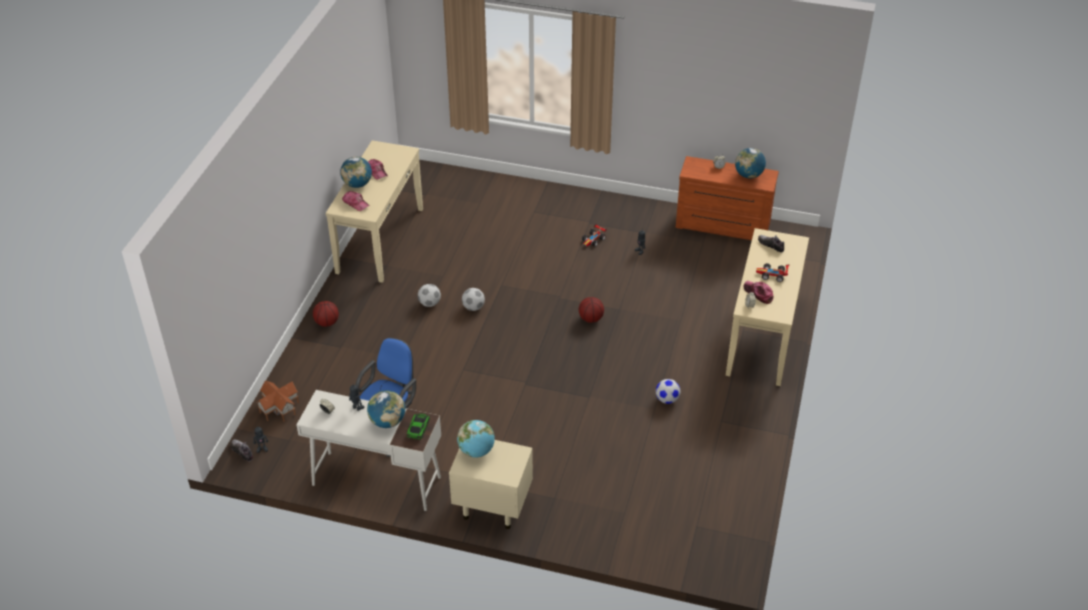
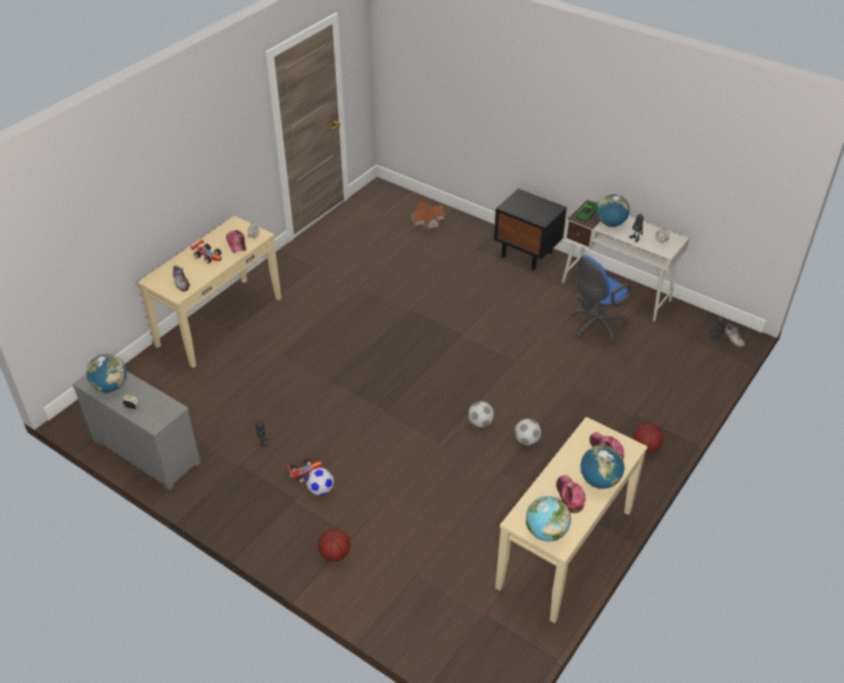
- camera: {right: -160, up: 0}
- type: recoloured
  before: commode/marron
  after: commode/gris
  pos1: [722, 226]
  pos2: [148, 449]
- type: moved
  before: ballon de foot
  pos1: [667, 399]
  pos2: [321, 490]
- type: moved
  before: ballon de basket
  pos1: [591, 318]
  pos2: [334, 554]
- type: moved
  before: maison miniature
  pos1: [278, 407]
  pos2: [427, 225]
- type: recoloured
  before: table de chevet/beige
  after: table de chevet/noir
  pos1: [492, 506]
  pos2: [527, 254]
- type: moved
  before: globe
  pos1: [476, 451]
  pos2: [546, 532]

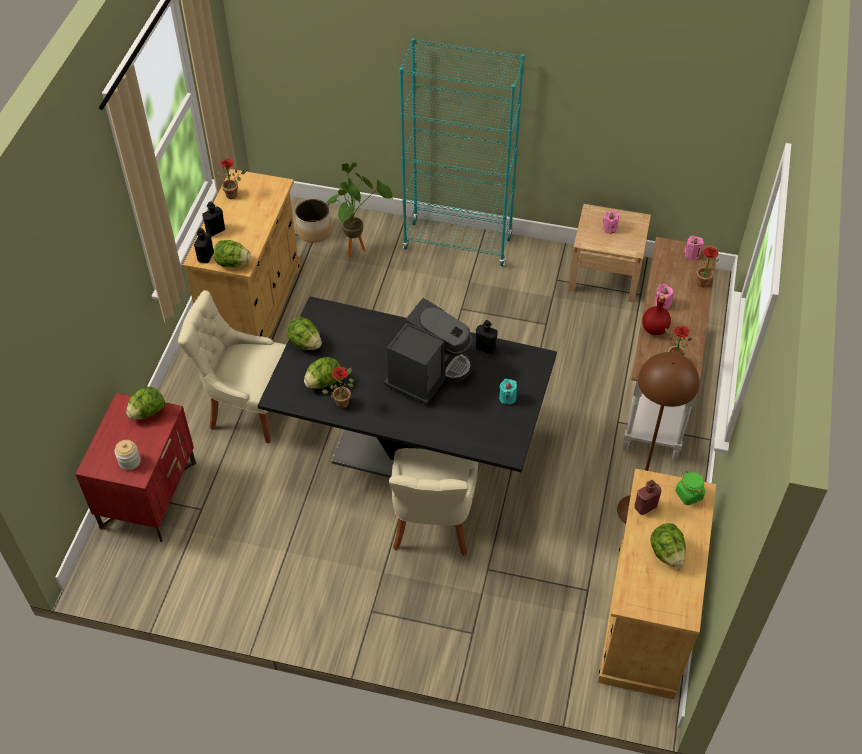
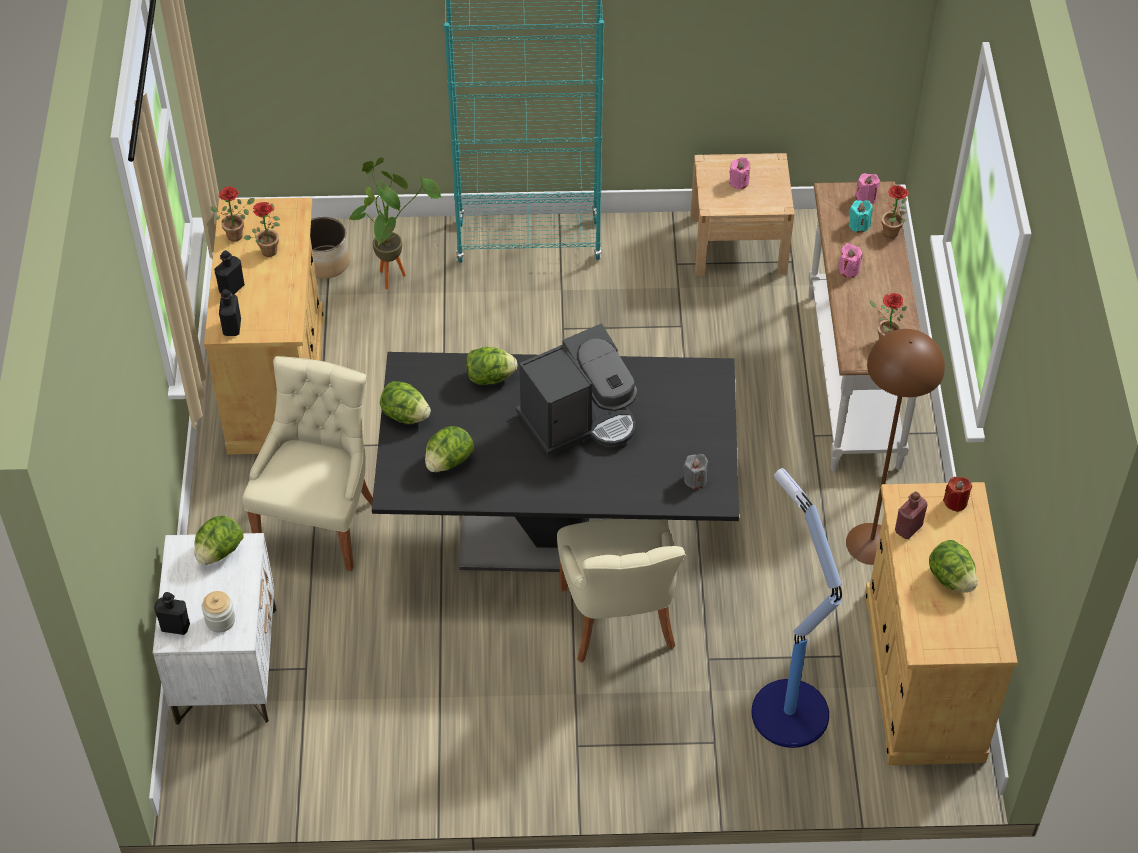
- camera: {right: -15, up: 0}
- type: recoloured
  before: table de chevet/rouge
  after: table de chevet/blanc
  pos1: [148, 494]
  pos2: [226, 665]
- type: moved
  before: bouteille/noir
  pos1: [485, 348]
  pos2: [175, 627]
- type: turned
  before: chaise/beige
  pos1: [247, 408]
  pos2: [320, 521]
  turn: 105
- type: moved
  before: plante en pot
  pos1: [342, 401]
  pos2: [269, 248]
- type: moved
  before: laitue
  pos1: [232, 263]
  pos2: [490, 377]
- type: turned
  before: machine à café
  pos1: [428, 372]
  pos2: [579, 419]
  turn: 45
- type: added
  after: bougie/gris
  pos2: [695, 479]
- type: added
  after: lampadaire
  pos2: [787, 710]
- type: moved
  before: bougie/turquoise
  pos1: [507, 398]
  pos2: [859, 225]
- type: replaced
  before: bocal/vert
  after: bougie/rouge
  pos1: [688, 494]
  pos2: [955, 502]
- type: removed
  before: bouteille/rouge
  pos1: [654, 329]

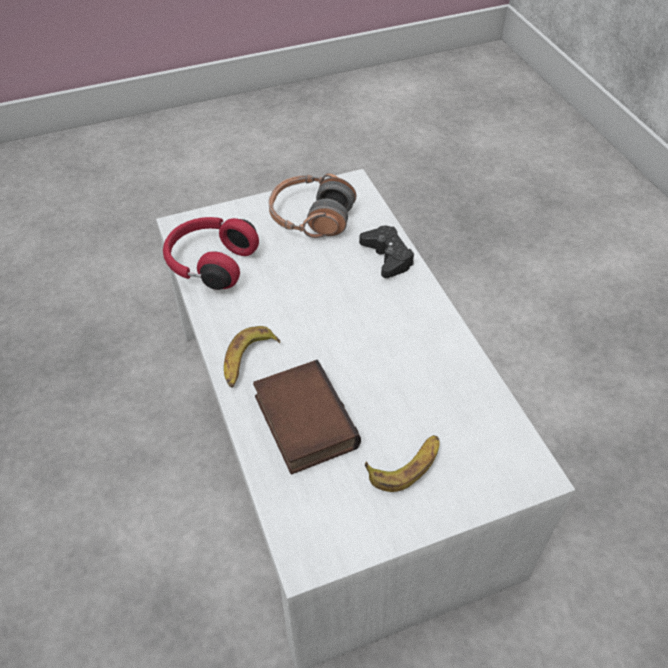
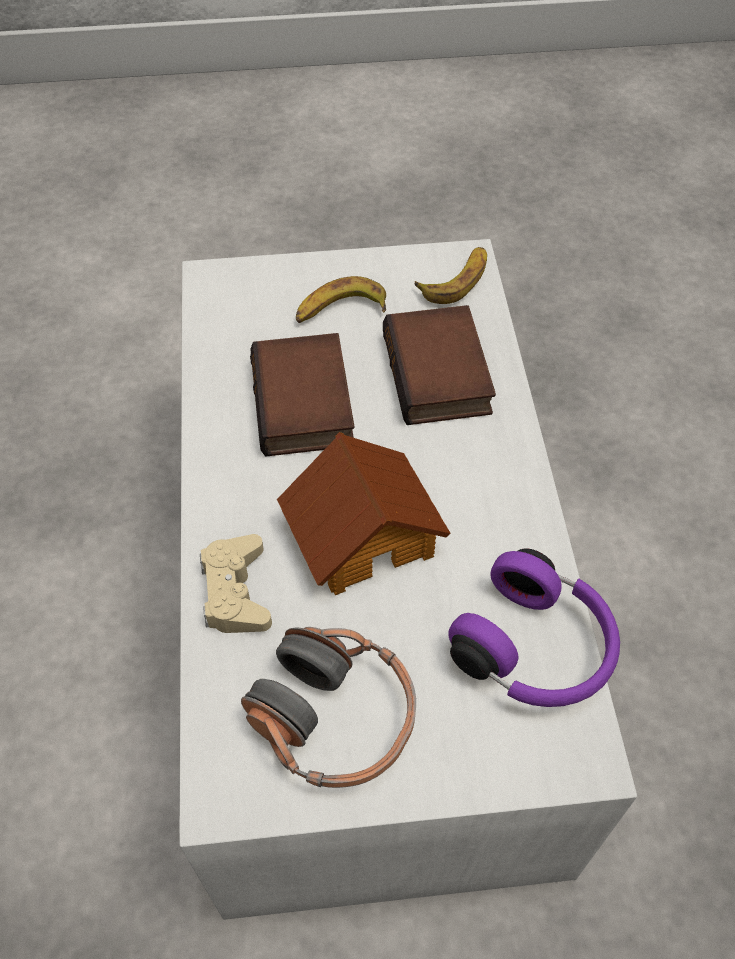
- camera: {right: -165, up: 5}
- type: recoloured
  before: manette/noir
  after: manette/beige
  pos1: [387, 257]
  pos2: [235, 591]
- type: added
  after: livre
  pos2: [307, 404]
- type: added
  after: maison miniature
  pos2: [363, 533]
- type: moved
  before: banane
  pos1: [248, 360]
  pos2: [456, 280]
- type: recoloured
  before: casque audio/rouge
  after: casque audio/violet
  pos1: [210, 263]
  pos2: [535, 649]

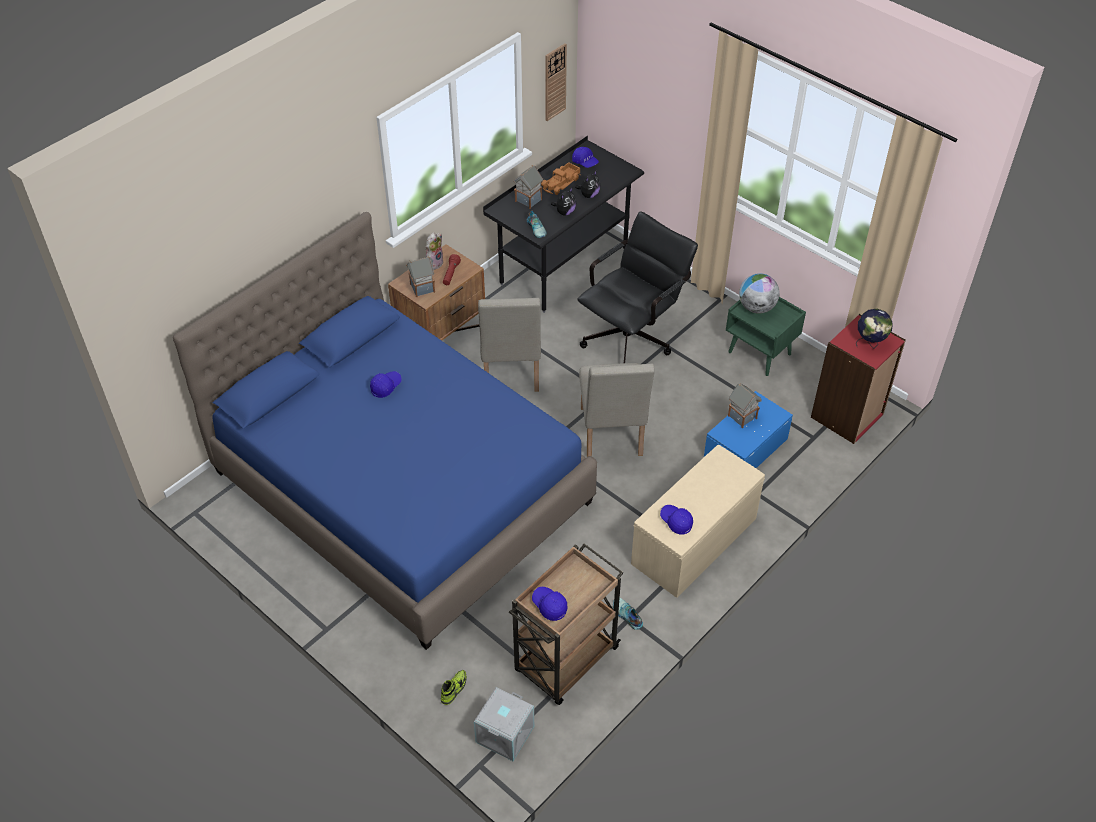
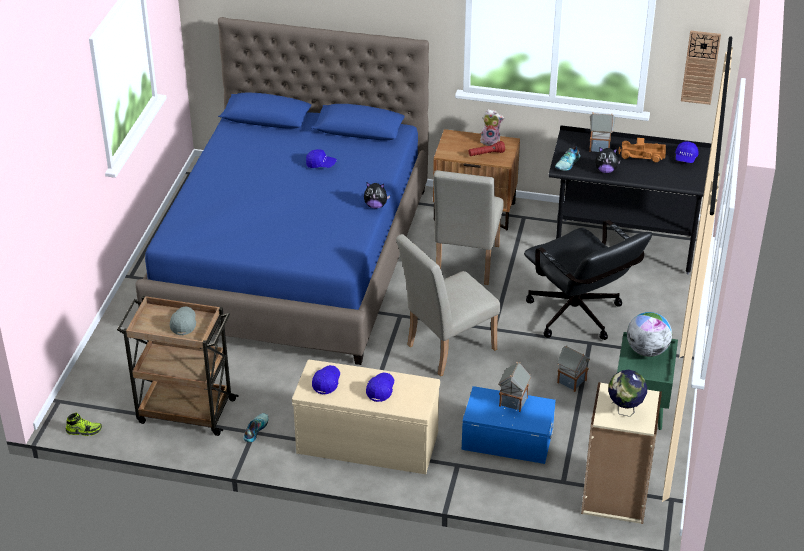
- camera: {right: 60, up: -10}
- type: moved
  before: chaussure
  pos1: [453, 689]
  pos2: [84, 430]
- type: added
  after: casquette/gris
  pos2: [183, 324]
- type: moved
  before: peluche
  pos1: [589, 195]
  pos2: [376, 206]
- type: moved
  before: casquette/bleu
  pos1: [549, 606]
  pos2: [380, 390]
- type: turned
  before: chaise/beige
  pos1: [510, 373]
  pos2: [465, 265]
  turn: -45
- type: turned
  before: chaise de bureau/noir
  pos1: [632, 336]
  pos2: [579, 318]
  turn: 45
- type: moved
  before: maison miniature
  pos1: [421, 288]
  pos2: [571, 381]
- type: recoloured
  before: bibliothèque/rouge
  after: bibliothèque/beige
  pos1: [847, 416]
  pos2: [614, 497]
- type: removed
  before: boîte de rangement/gris
  pos1: [504, 733]

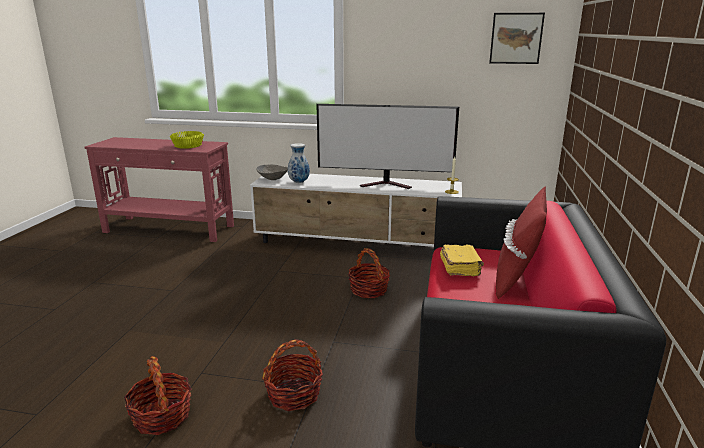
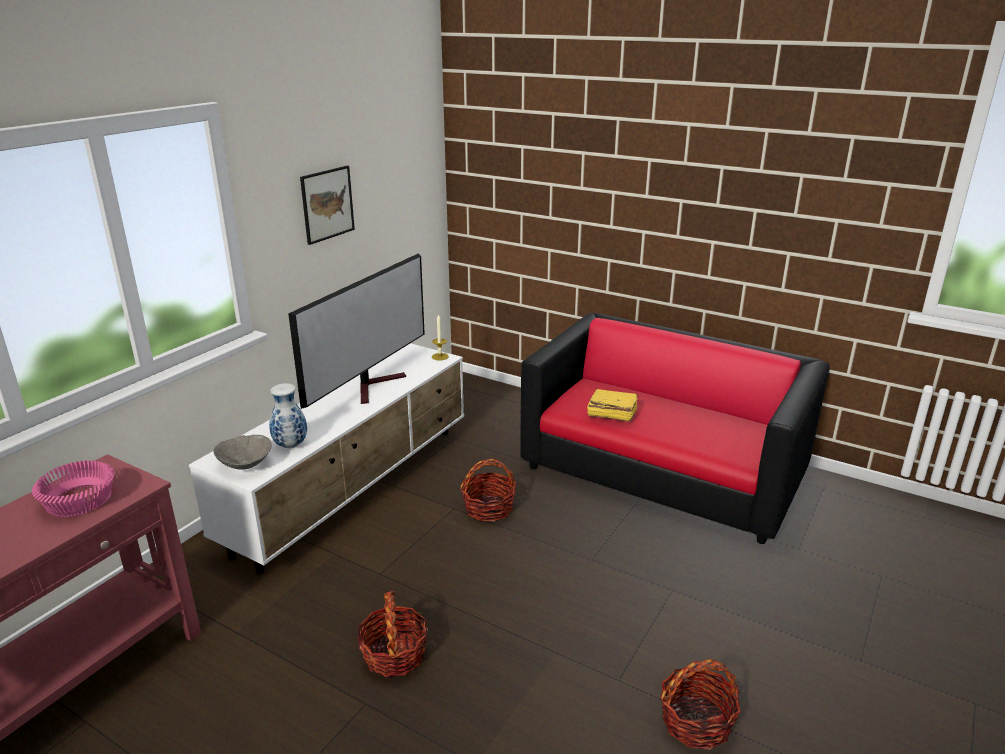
- camera: {right: -70, up: 5}
- type: recoloured
  before: bol/jaune
  after: bol/rose
  pos1: [188, 146]
  pos2: [81, 500]
- type: moved
  before: tableau
  pos1: [516, 38]
  pos2: [327, 204]
- type: moved
  before: panier
  pos1: [294, 394]
  pos2: [394, 654]
- type: removed
  before: coussin/rouge
  pos1: [516, 280]

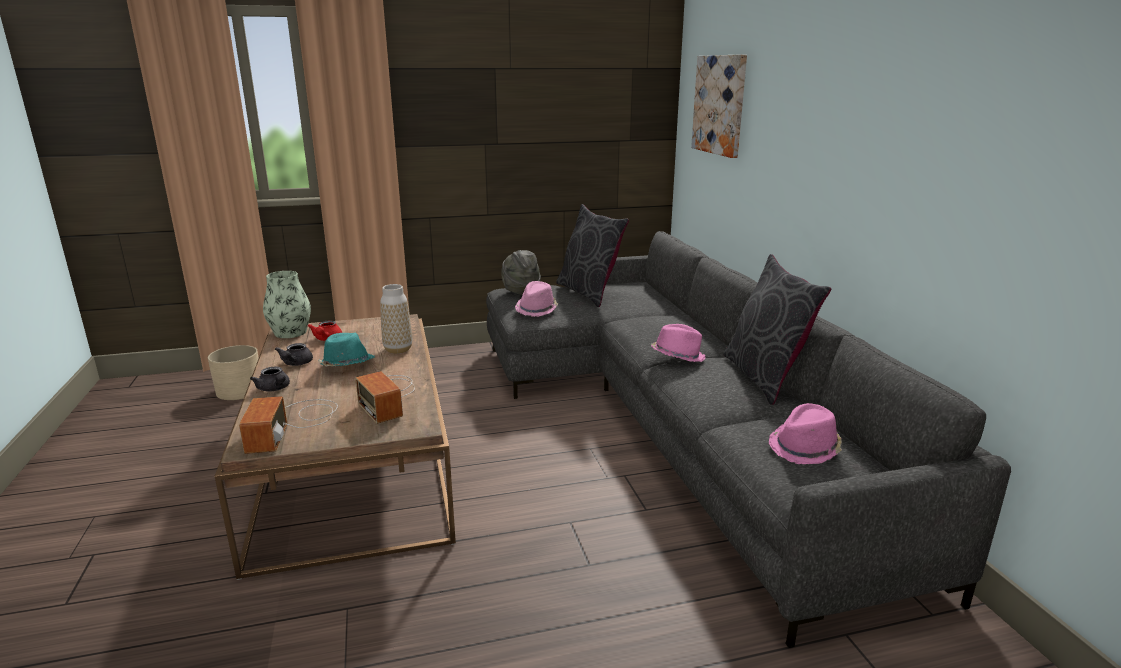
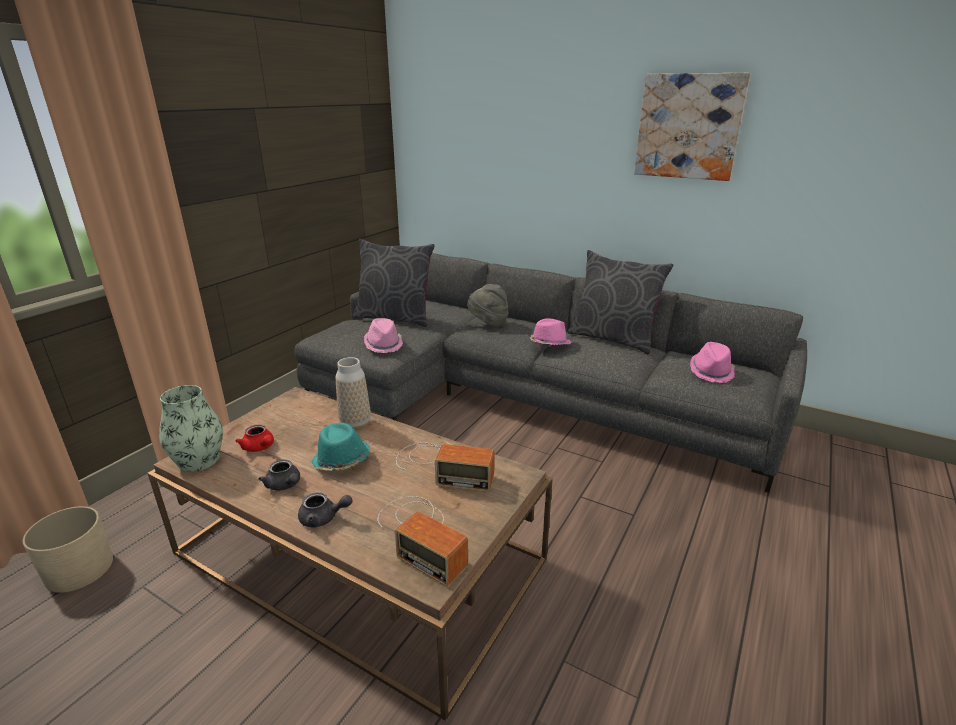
- camera: {right: -45, up: 5}
- type: moved
  before: chapeau/gris
  pos1: [520, 291]
  pos2: [488, 323]
- type: moved
  before: tableau
  pos1: [720, 105]
  pos2: [689, 127]

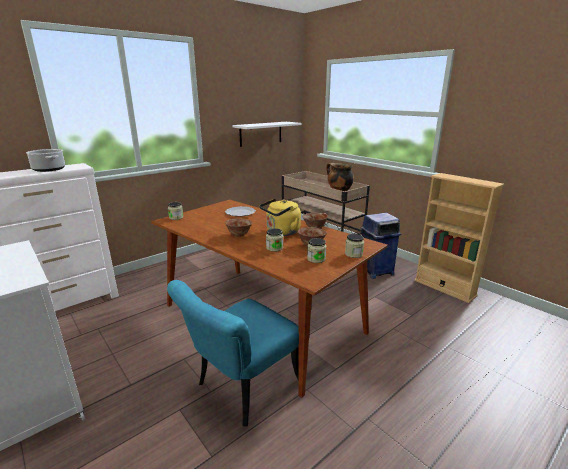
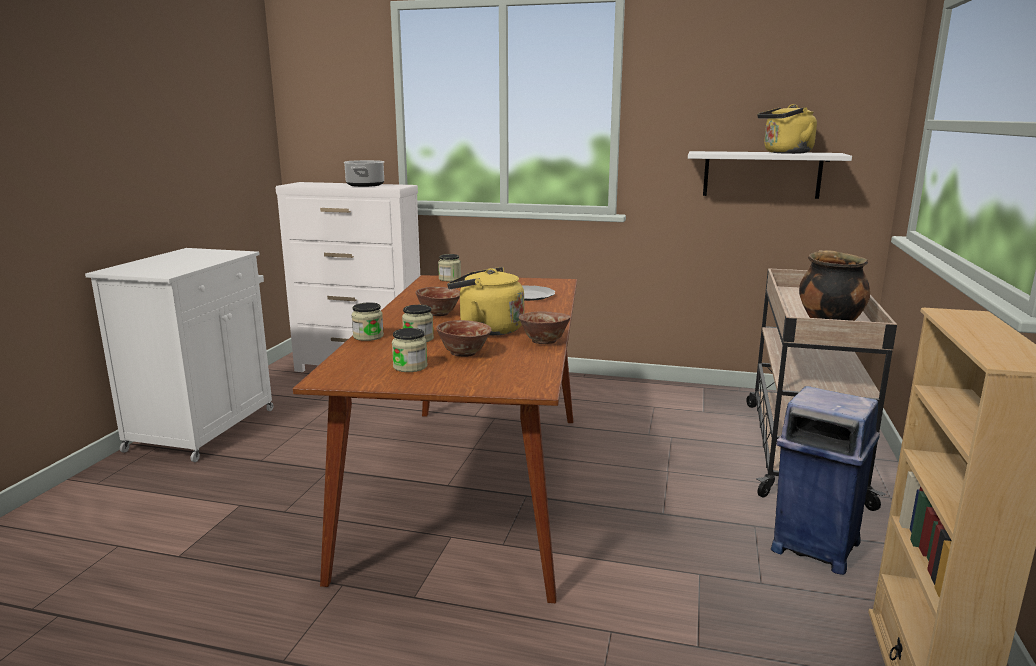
- camera: {right: 55, up: -5}
- type: moved
  before: bocal
  pos1: [353, 254]
  pos2: [368, 336]
- type: added
  after: bouilloire/jaune
  pos2: [785, 153]
- type: removed
  before: chaise/turquoise
  pos1: [241, 389]

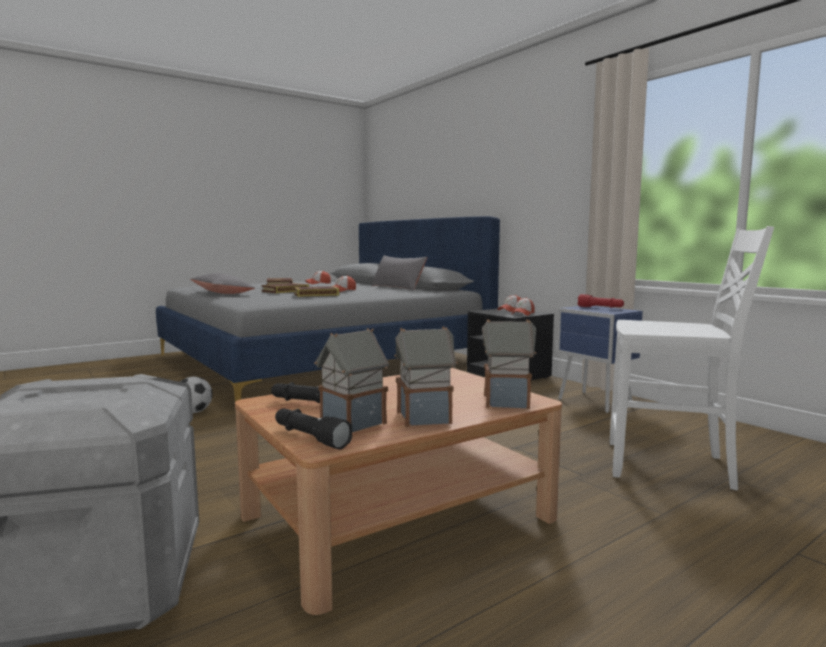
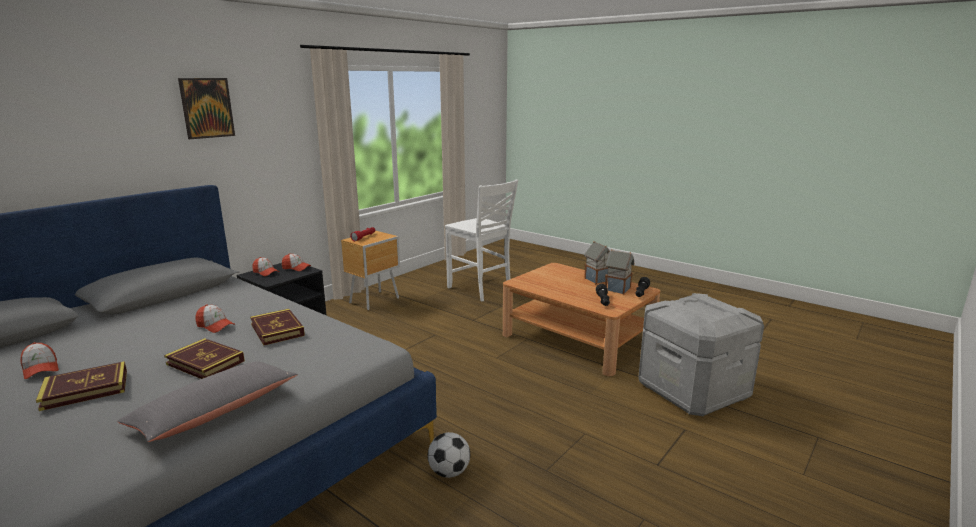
- camera: {right: -105, up: 10}
- type: added
  after: tableau
  pos2: [206, 108]
- type: recoloured
  before: table de chevet/bleu
  after: table de chevet/marron
  pos1: [595, 403]
  pos2: [375, 300]
- type: turned
  before: chaise/blanc
  pos1: [670, 466]
  pos2: [480, 290]
  turn: 135
- type: removed
  before: coussin/gris
  pos1: [397, 288]
- type: removed
  before: maison miniature
  pos1: [507, 402]

